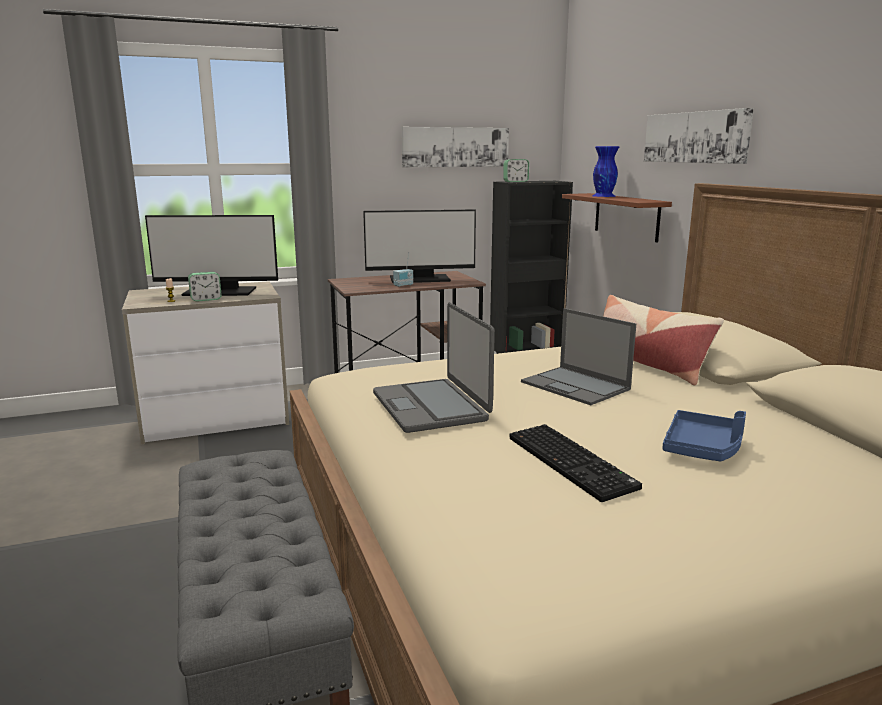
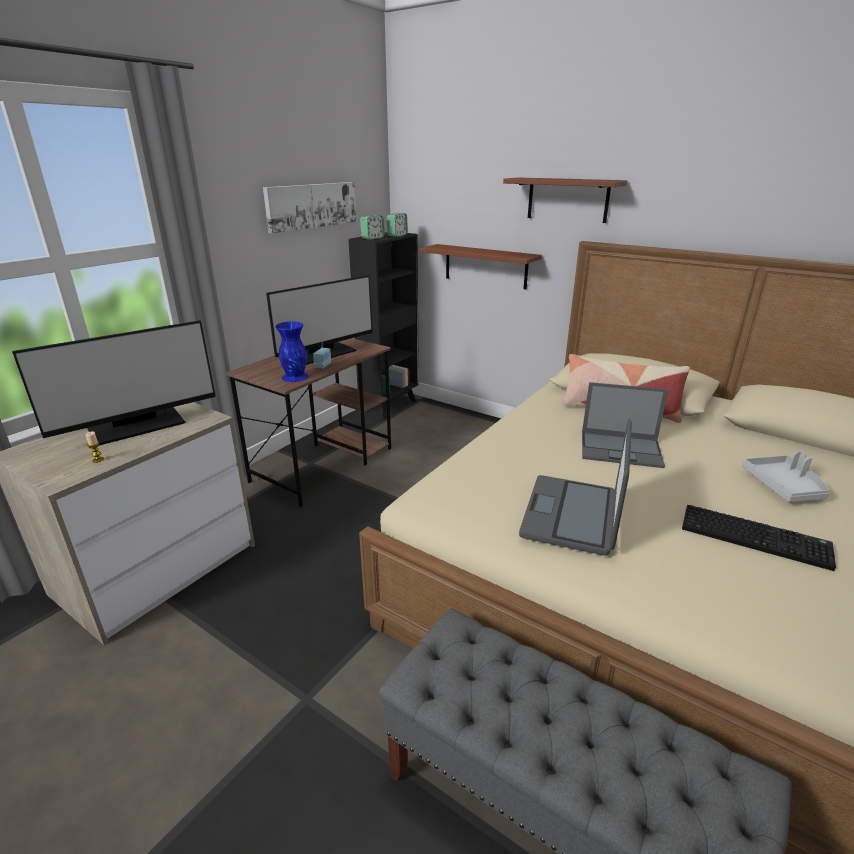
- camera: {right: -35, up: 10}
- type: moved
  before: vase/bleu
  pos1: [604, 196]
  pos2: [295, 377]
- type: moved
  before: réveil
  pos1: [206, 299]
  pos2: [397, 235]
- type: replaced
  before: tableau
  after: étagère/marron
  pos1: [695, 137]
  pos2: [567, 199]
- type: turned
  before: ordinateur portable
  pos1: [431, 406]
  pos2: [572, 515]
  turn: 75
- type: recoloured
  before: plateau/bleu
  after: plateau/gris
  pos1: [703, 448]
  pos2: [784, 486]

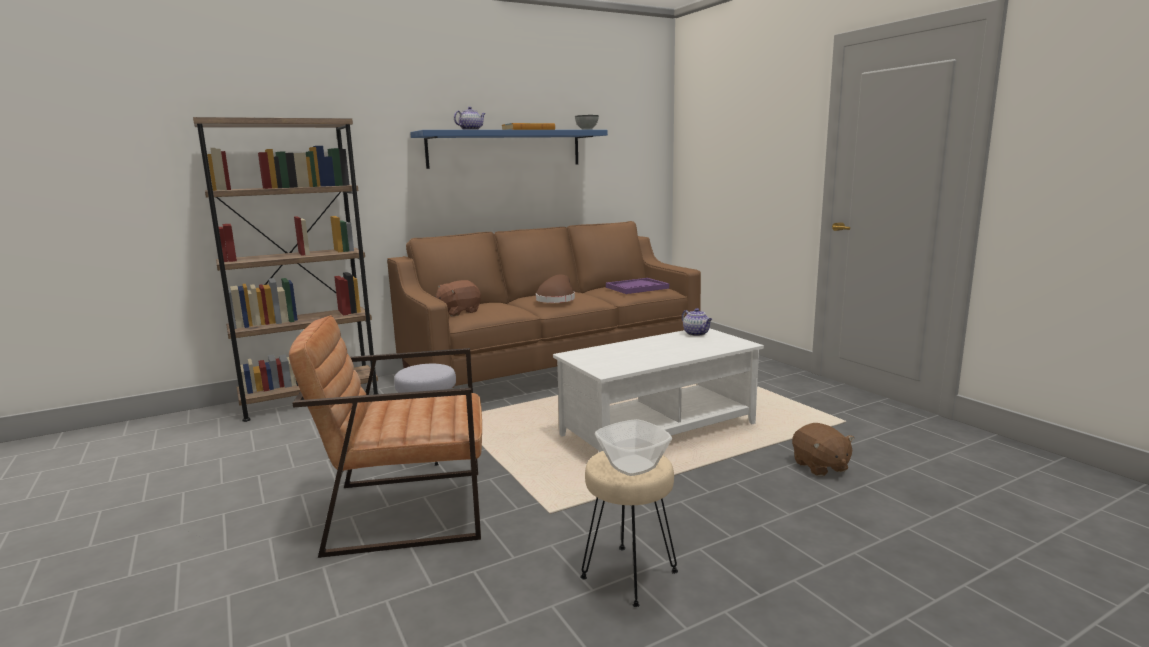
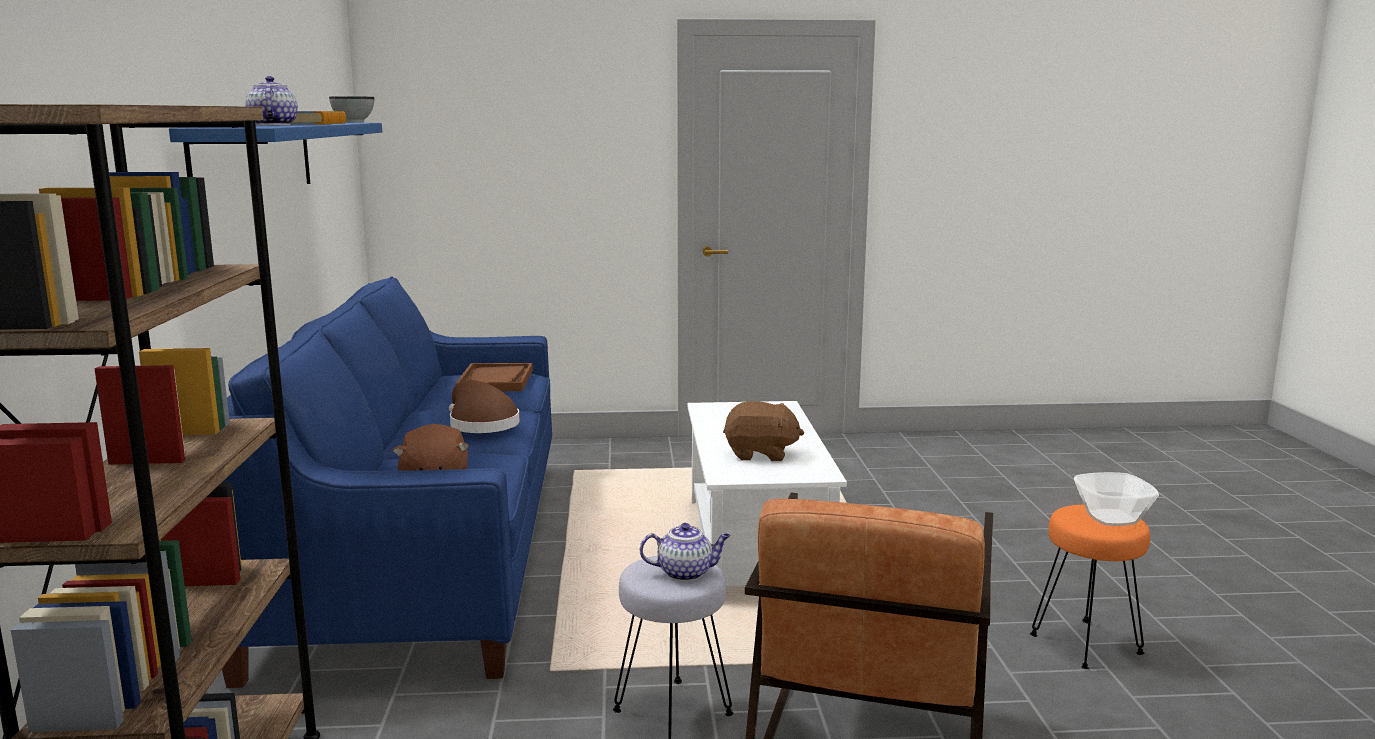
- camera: {right: -65, up: 0}
- type: recoloured
  before: canapé/marron
  after: canapé/bleu
  pos1: [552, 366]
  pos2: [424, 552]
- type: recoloured
  before: plateau/violet
  after: plateau/marron
  pos1: [637, 288]
  pos2: [496, 380]
- type: moved
  before: théière
  pos1: [697, 333]
  pos2: [686, 573]
- type: moved
  before: peluche/marron
  pos1: [820, 466]
  pos2: [760, 454]
- type: recoloured
  before: tabouret/beige
  after: tabouret/orange
  pos1: [630, 576]
  pos2: [1087, 644]

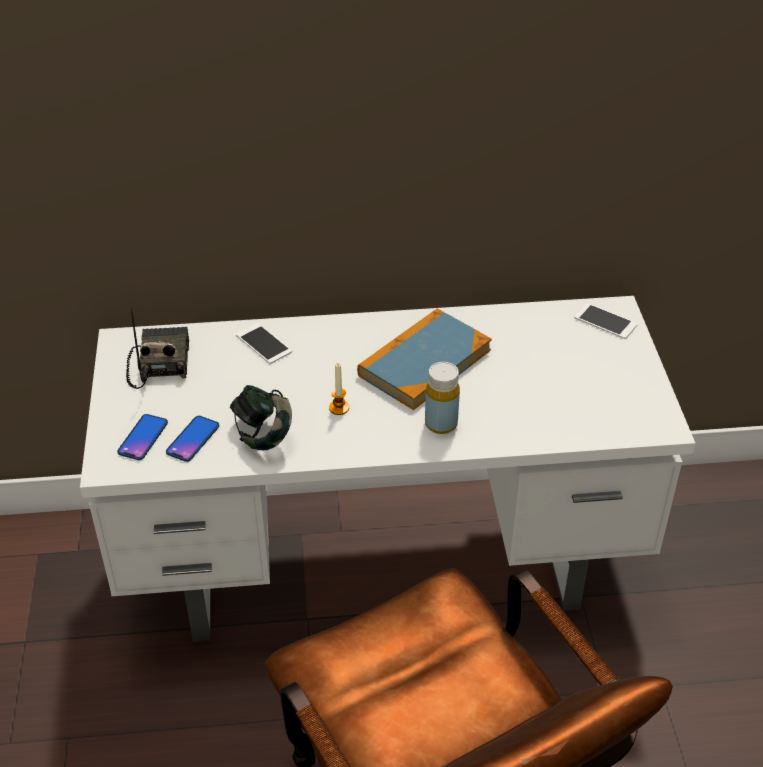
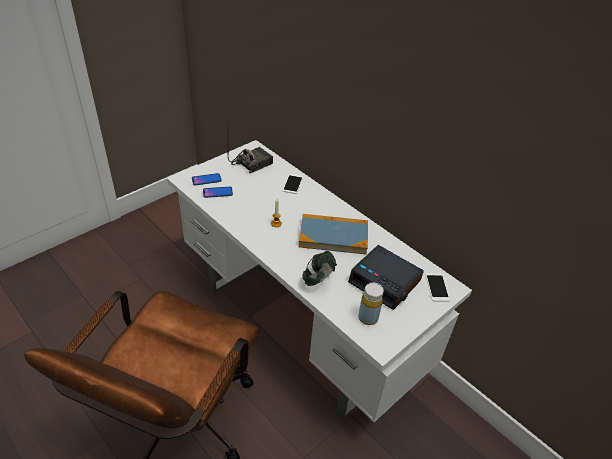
- camera: {right: 50, up: 0}
- type: moved
  before: casque audio
  pos1: [263, 435]
  pos2: [319, 279]
- type: added
  after: réveil
  pos2: [385, 282]
- type: moved
  before: bouteille/jaune
  pos1: [441, 424]
  pos2: [368, 318]

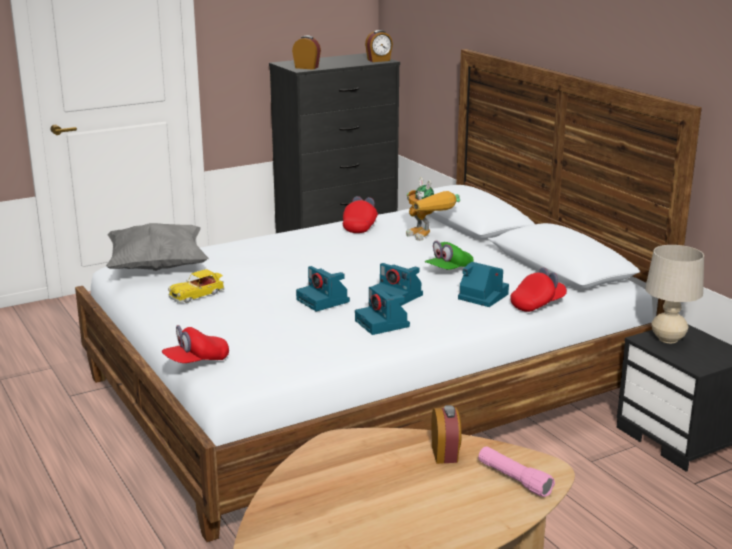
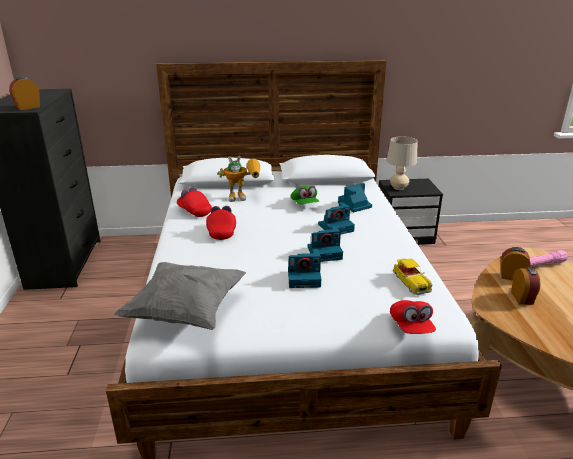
- camera: {right: -65, up: 5}
- type: moved
  before: casquette/rouge
  pos1: [537, 304]
  pos2: [221, 231]
- type: moved
  before: appareil photo
  pos1: [383, 324]
  pos2: [305, 278]
- type: moved
  before: petite voiture
  pos1: [197, 295]
  pos2: [410, 282]
- type: moved
  before: réveil
  pos1: [379, 60]
  pos2: [522, 298]

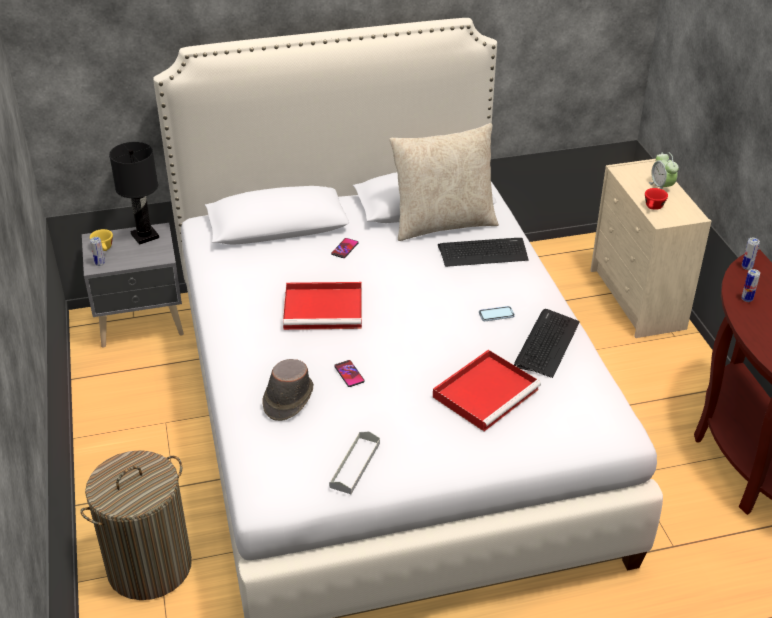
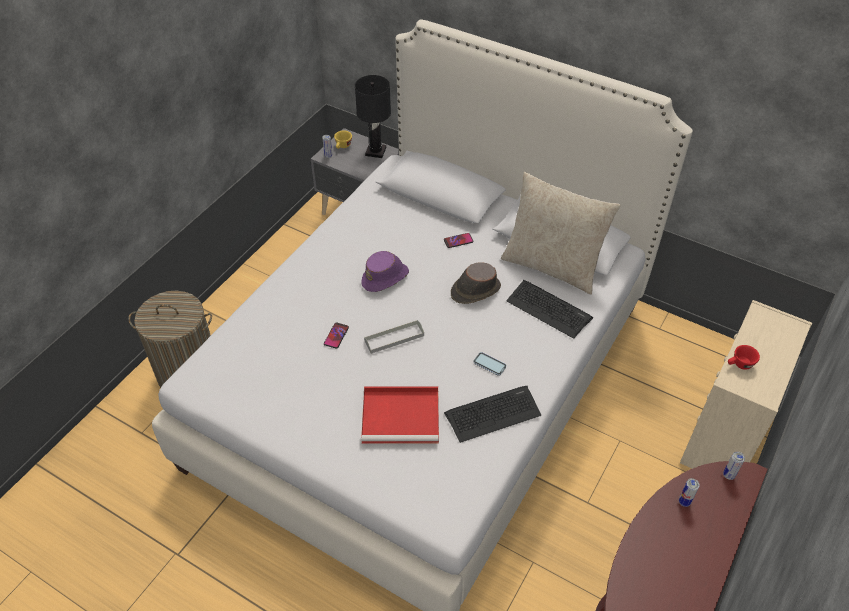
- camera: {right: 45, up: 10}
- type: replaced
  before: plateau/rouge
  after: chapeau/violet
  pos1: [325, 309]
  pos2: [385, 278]
- type: moved
  before: plateau/gris
  pos1: [355, 465]
  pos2: [394, 338]
- type: moved
  before: chapeau/marron
  pos1: [287, 398]
  pos2: [475, 290]
- type: removed
  before: réveil
  pos1: [661, 187]

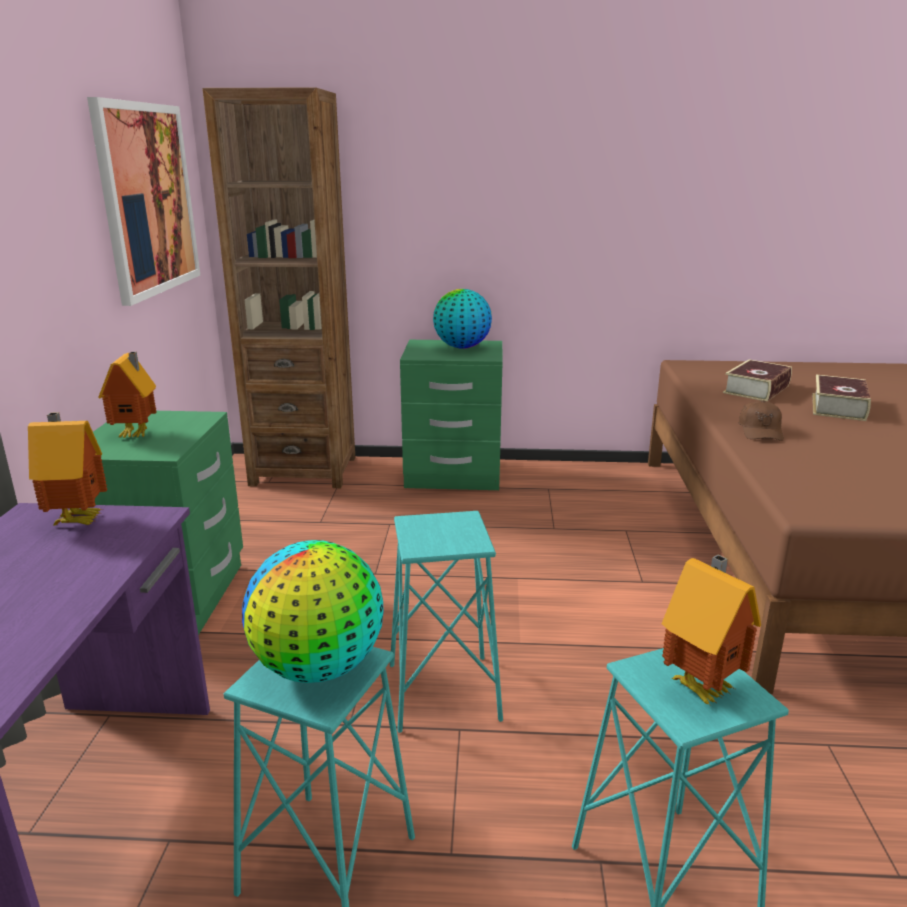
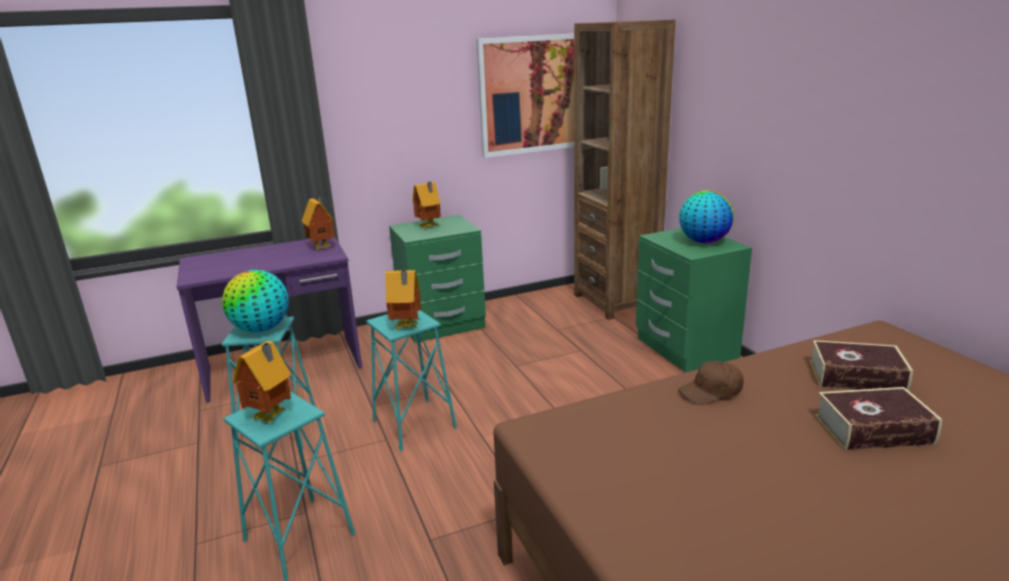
- camera: {right: 65, up: 0}
- type: added
  after: maison miniature
  pos2: [406, 327]

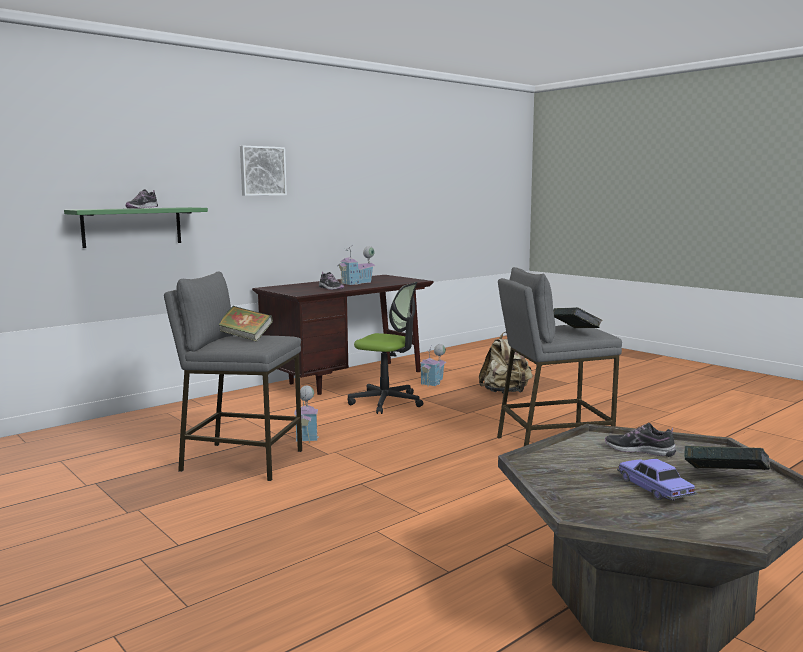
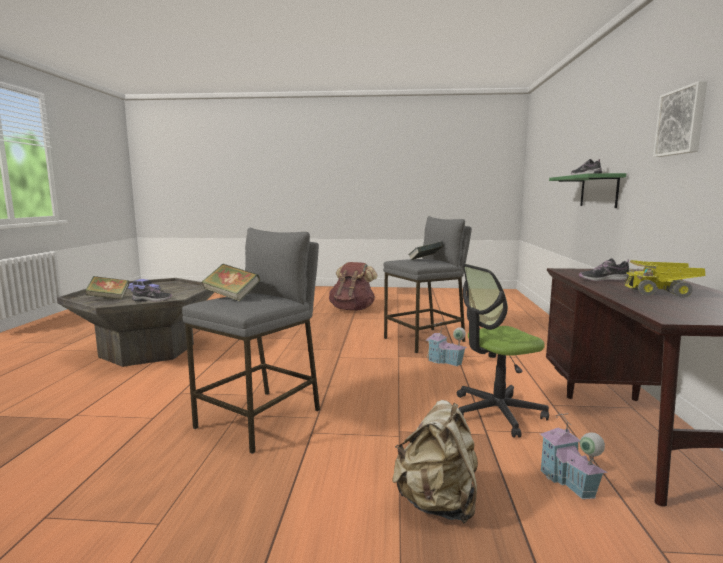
- camera: {right: 135, up: 0}
- type: added
  after: sac à dos/marron
  pos2: [352, 309]
- type: replaced
  before: maison miniature
  after: camion jouet
  pos1: [357, 283]
  pos2: [662, 293]

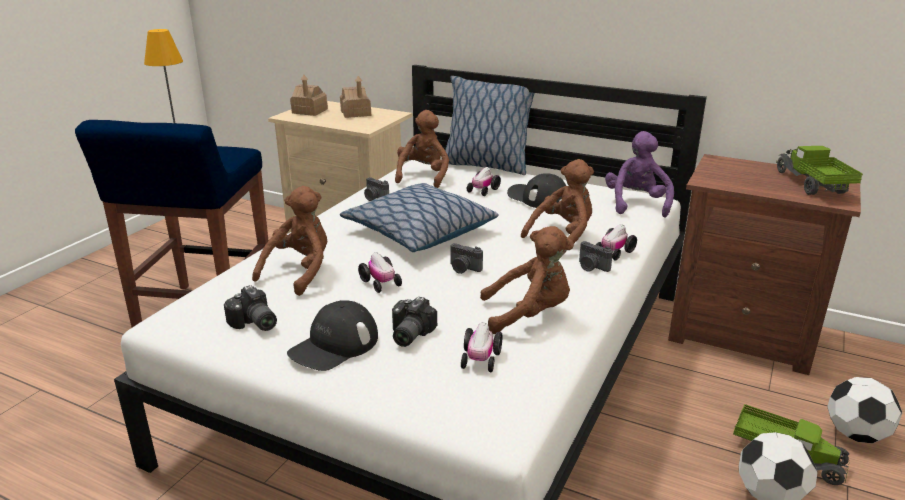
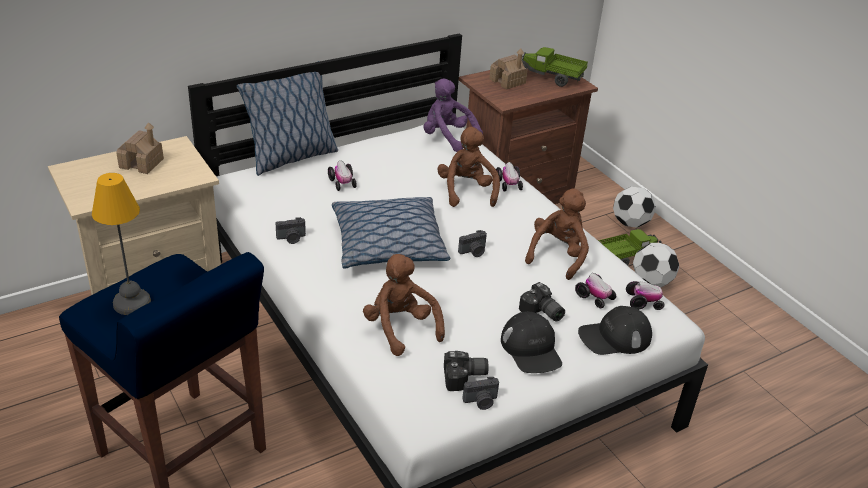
- camera: {right: -60, up: 10}
- type: moved
  before: appareil photo
  pos1: [591, 267]
  pos2: [481, 402]
- type: moved
  before: maison miniature
  pos1: [309, 111]
  pos2: [507, 81]
- type: moved
  before: casquette/noir
  pos1: [538, 198]
  pos2: [614, 337]
- type: moved
  before: petite voiture
  pos1: [381, 283]
  pos2: [643, 302]
- type: removed
  before: peluche/marron
  pos1: [423, 176]

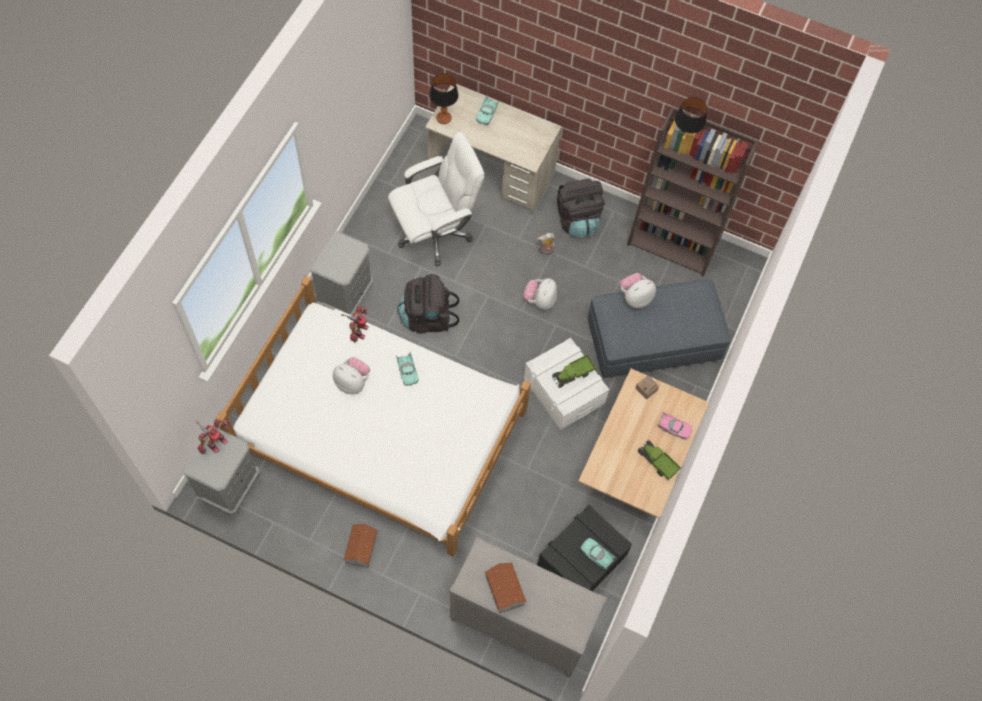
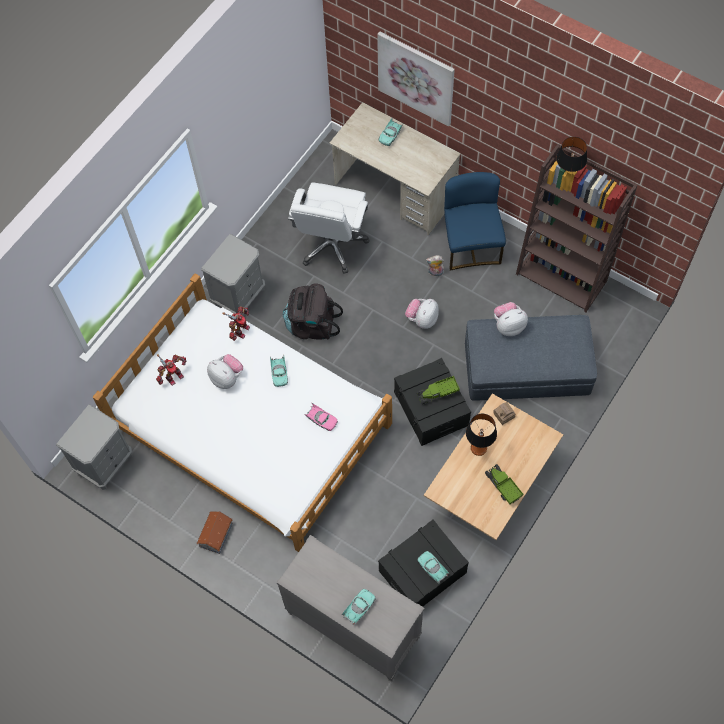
- camera: {right: 15, up: 0}
- type: moved
  before: robot jouet
  pos1: [216, 442]
  pos2: [173, 376]
- type: turned
  before: chaise de bureau/blanc
  pos1: [435, 233]
  pos2: [332, 245]
  turn: 120
- type: moved
  before: petite voiture/rose
  pos1: [674, 428]
  pos2: [321, 420]
- type: added
  after: petite voiture/turquoise
  pos2: [359, 608]
- type: added
  after: tableau
  pos2: [416, 78]
- type: recoloured
  before: boîte de rangement/blanc
  after: boîte de rangement/noir
  pos1: [564, 391]
  pos2: [431, 408]
- type: replaced
  before: sac à dos/noir
  after: chaise/bleu
  pos1: [577, 219]
  pos2: [471, 245]
- type: moved
  before: lampe de table
  pos1: [443, 118]
  pos2: [478, 448]
- type: removed
  before: maison miniature
  pos1: [504, 590]

